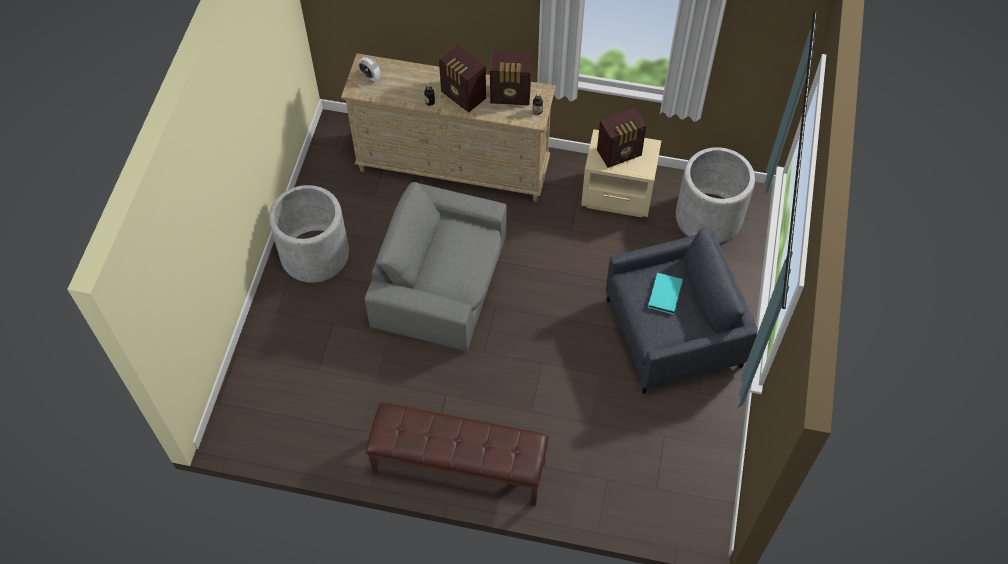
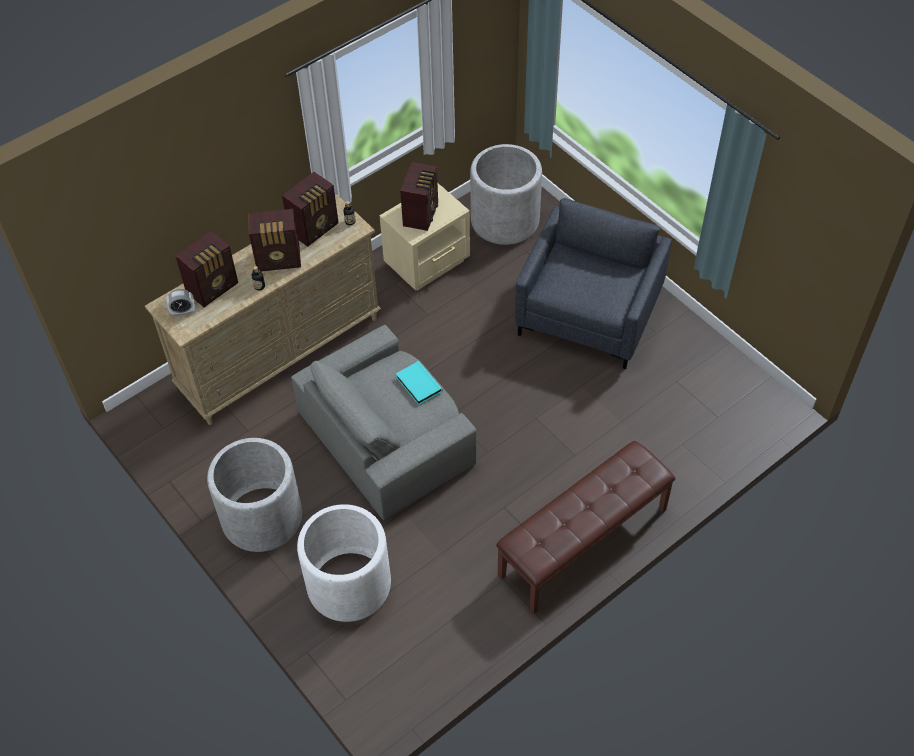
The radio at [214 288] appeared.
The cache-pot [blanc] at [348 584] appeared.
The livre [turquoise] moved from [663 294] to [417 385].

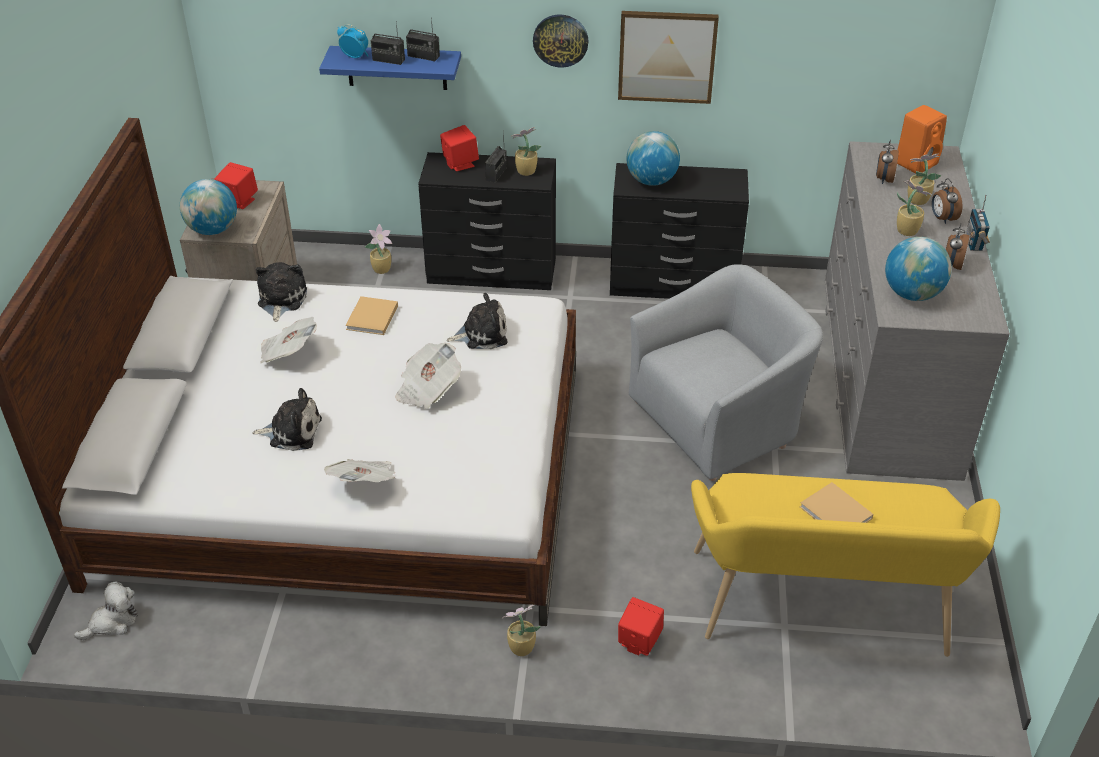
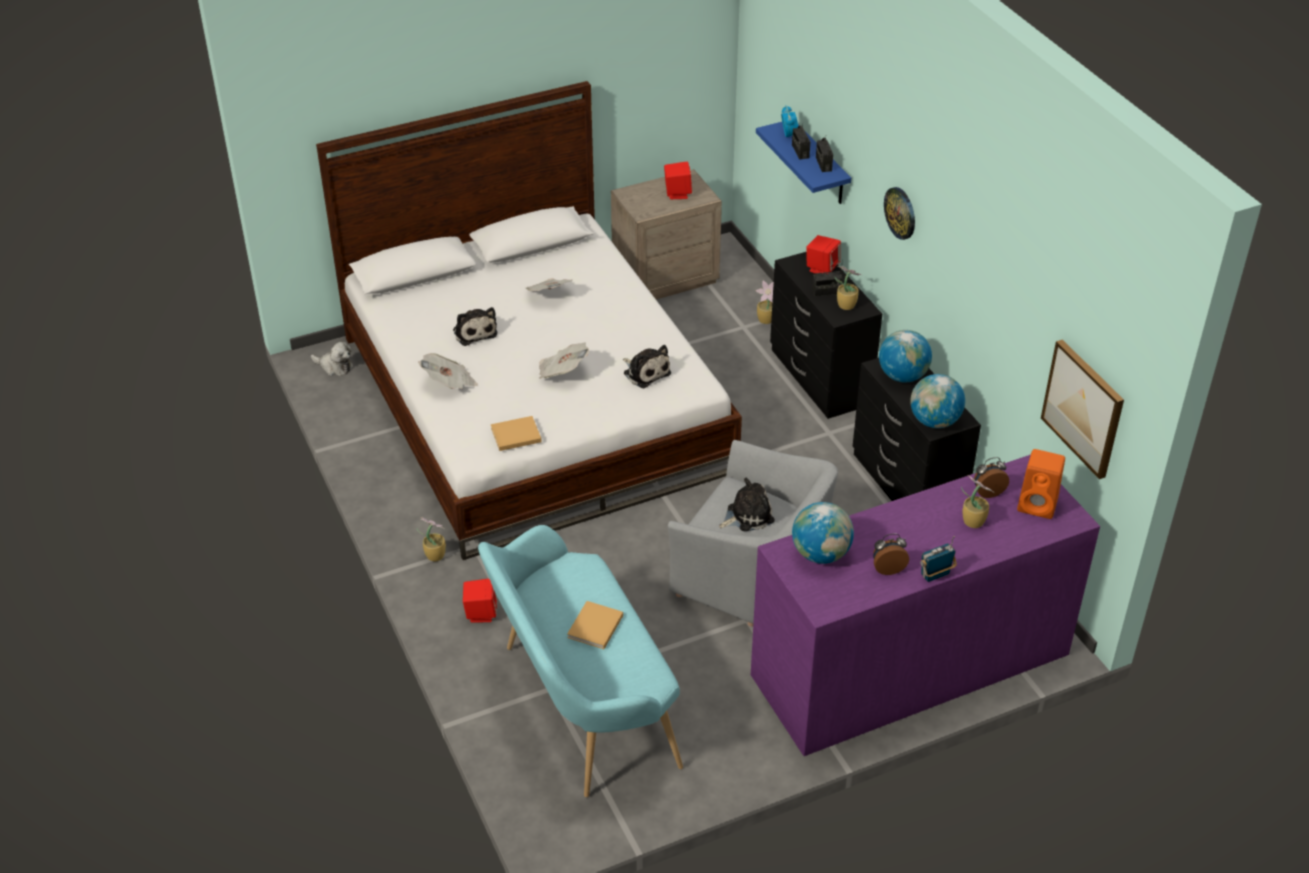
The banc [jaune] at [822 612] became the banc [turquoise] at [580 706].
The livre [beige] moved from [371 318] to [514 435].
The peluche moved from [281 300] to [747 515].
The commode [gris] at [888 372] became the commode [violet] at [910 664].
The globe moved from [213 230] to [934 421].
The tableau moved from [667 56] to [1083 408].
The plante en pot at [906 230] disappeared.
The réveil at [942 218] disappeared.

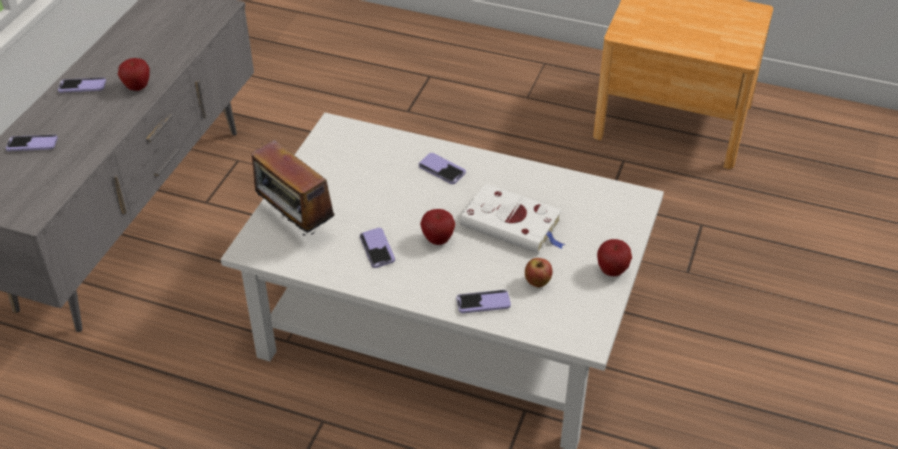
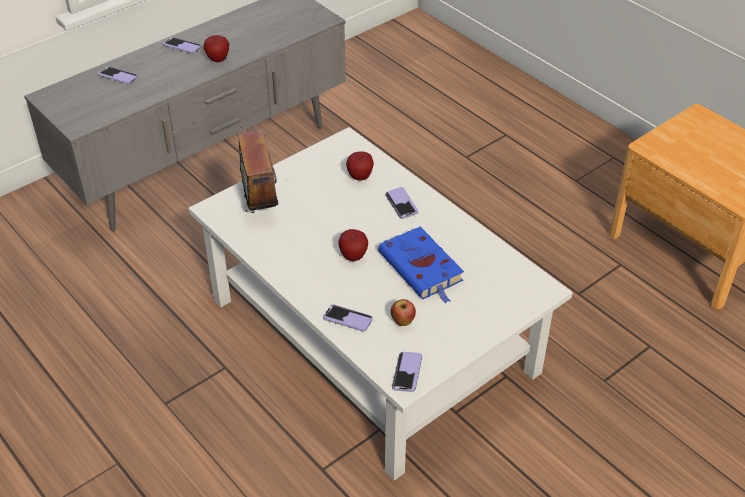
The pomme moved from [612 271] to [360 177].
The livre [blanc] at [513 224] became the livre [bleu] at [422 268].
The téléphone moved from [377 249] to [407 372].

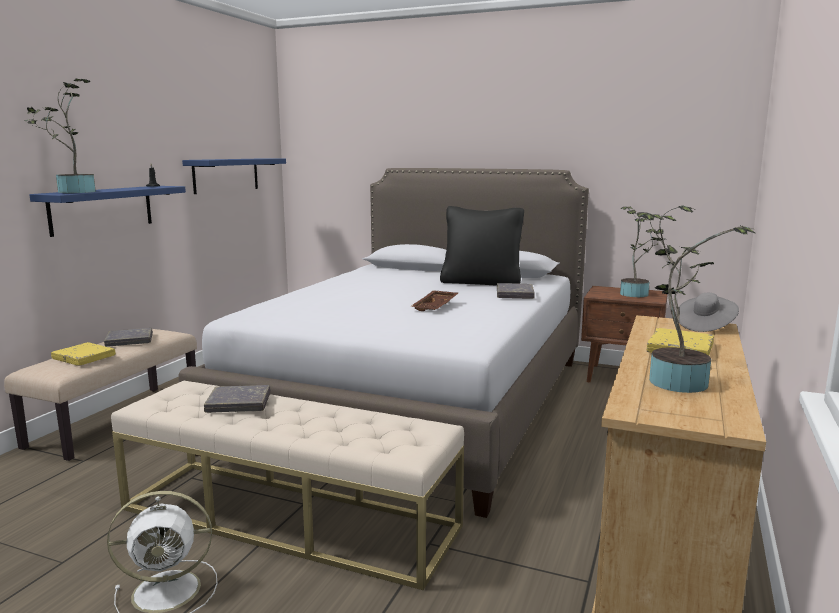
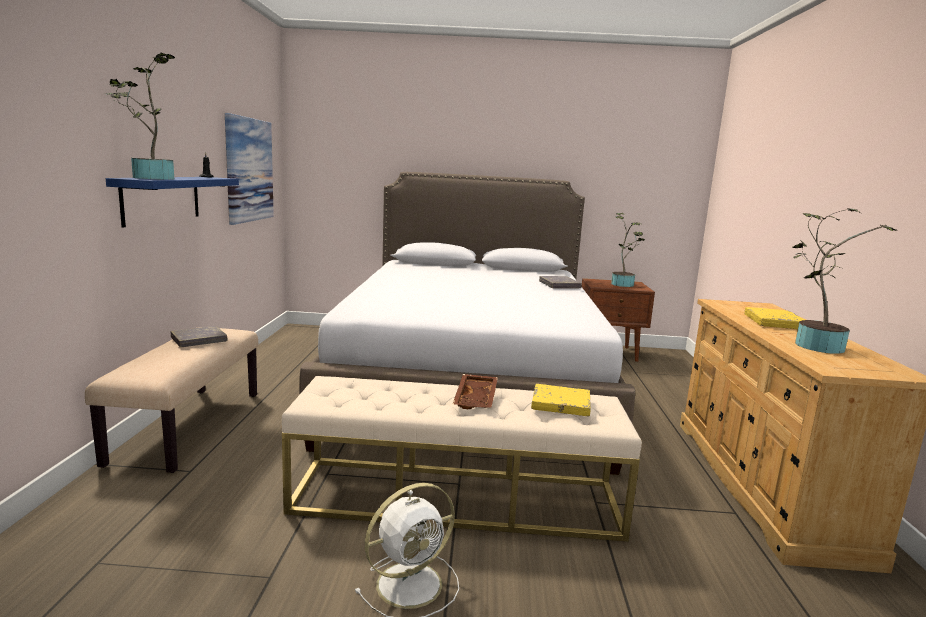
The étagère [bleu] at [226 175] was replaced by the tableau at [249 170].
The plateau [marron] moved from [436 307] to [477 399].
The livre [jaune] moved from [84 357] to [560 404].
The livre [gris] at [238 403] disappeared.
The coussin [noir] at [481 282] disappeared.
The chapeau [gris] at [705 326] disappeared.

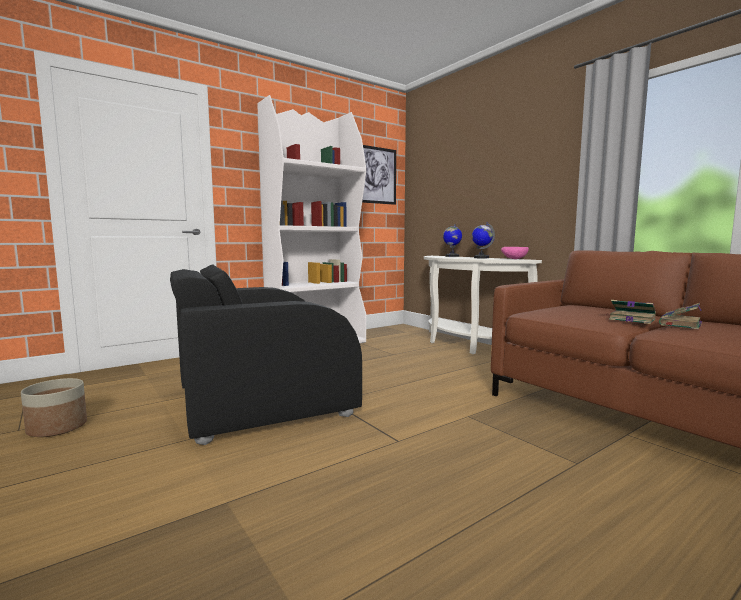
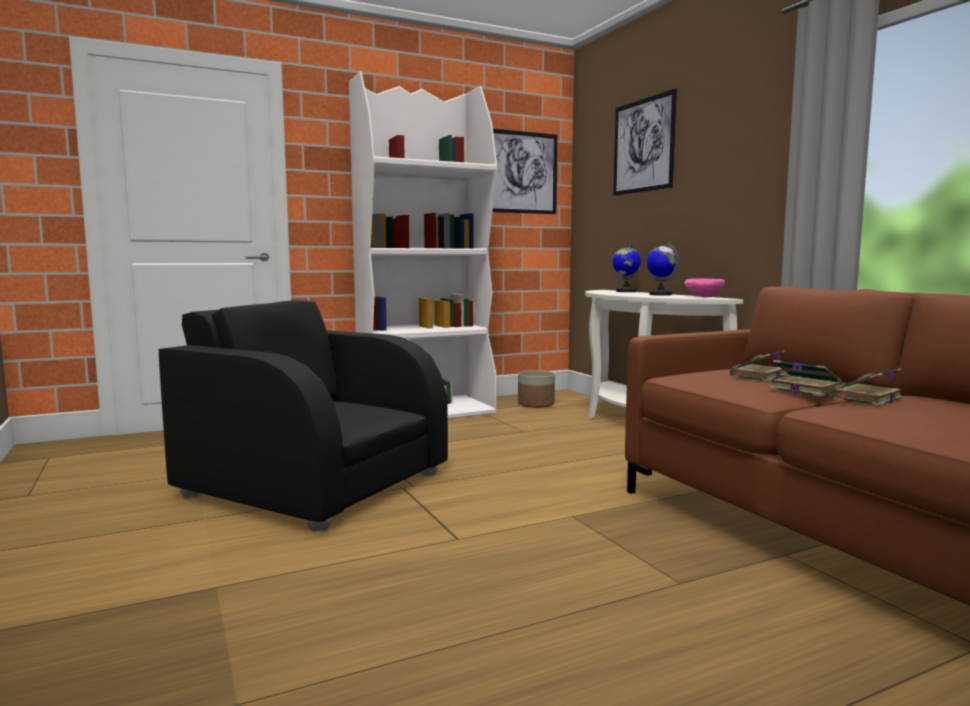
The fauteuil [noir] at [262 403] turned 45 degrees clockwise.
The cache-pot moved from [58 427] to [536 404].
The tableau at [643 145] appeared.
The livre at [758 376] appeared.

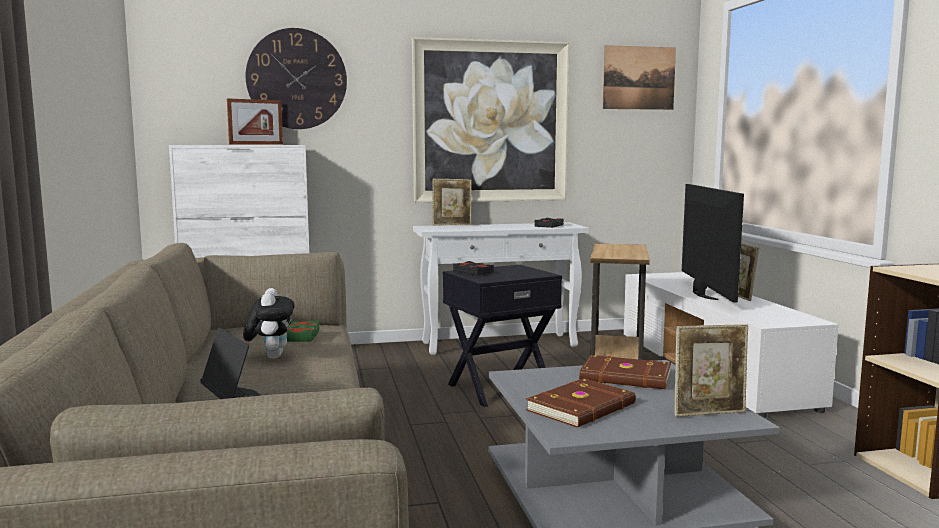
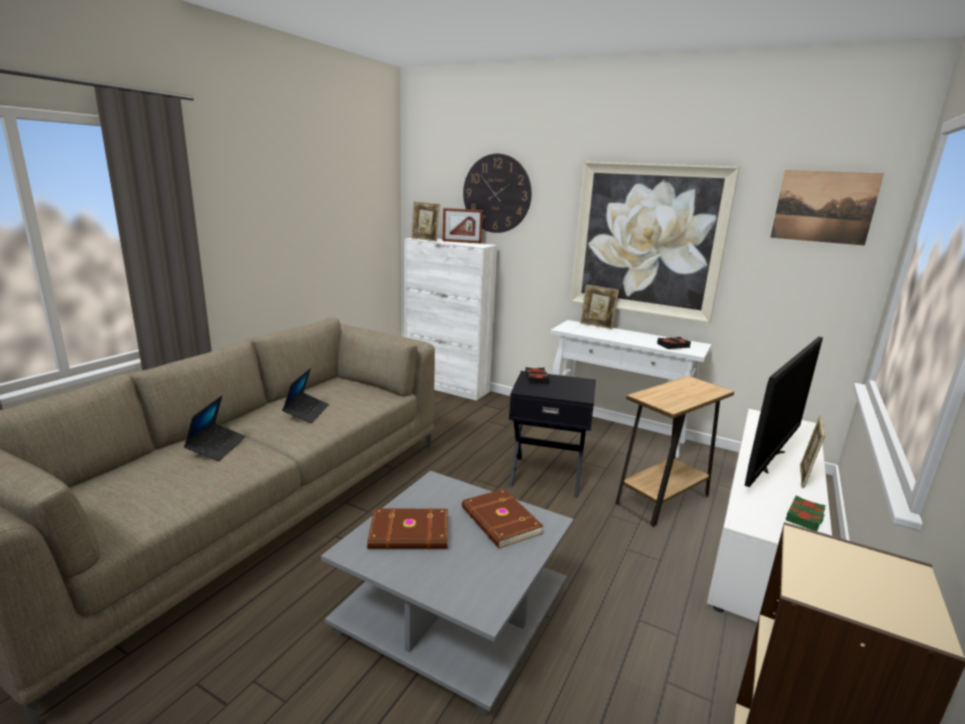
The peluche at [271 356] was replaced by the ordinateur portable at [306 412].
The cadre photo moved from [709 413] to [425 240].
The livre [vert] moved from [301 336] to [805 517].

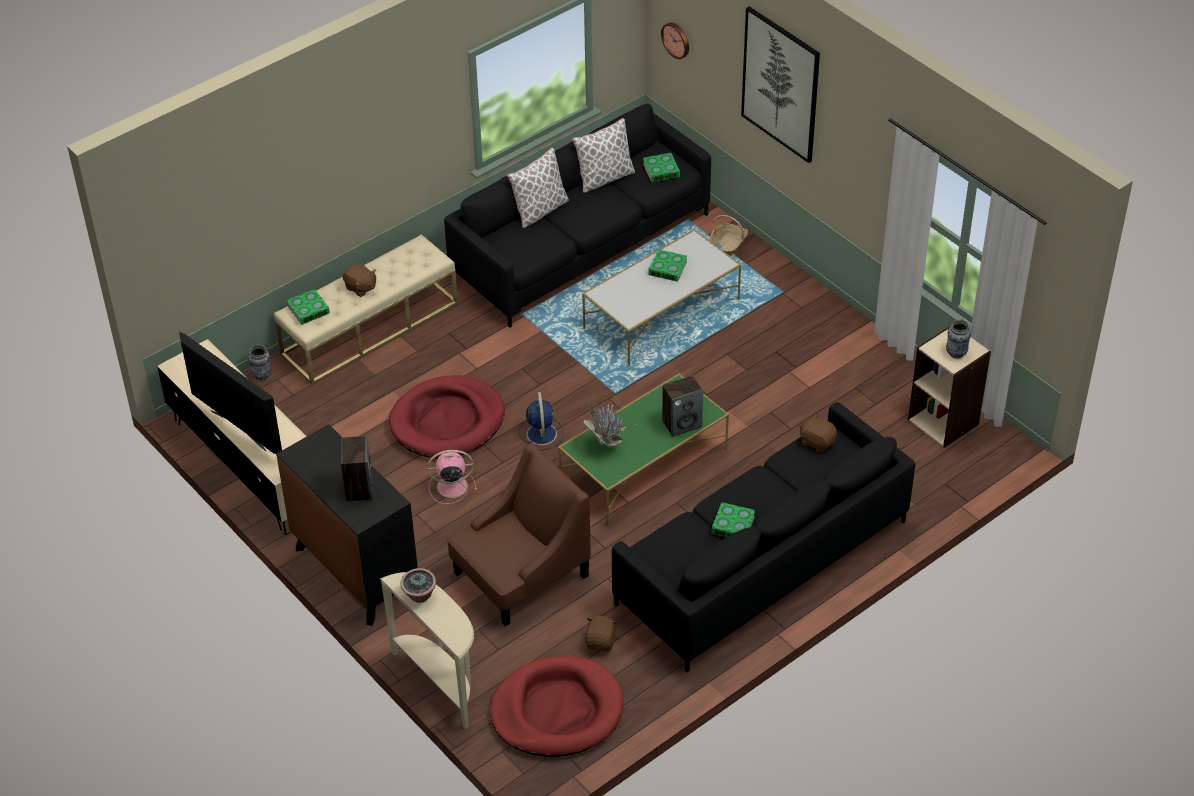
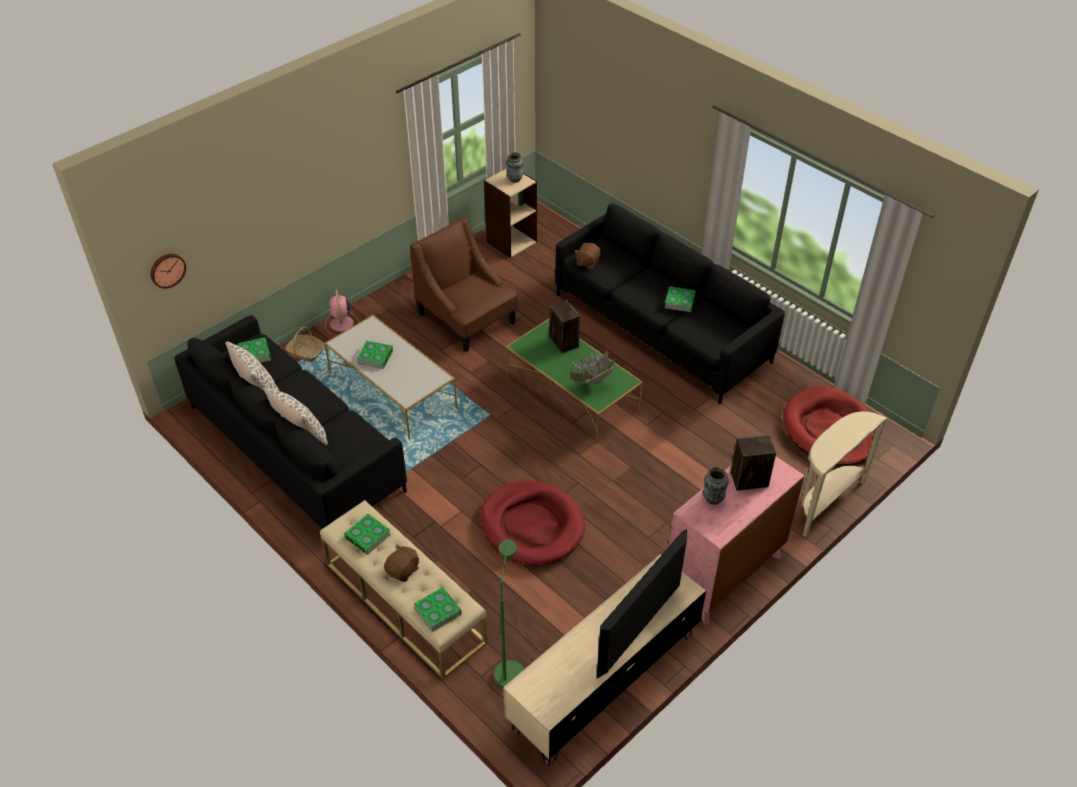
The ventilateur [rose] moved from [450 486] to [342 324].
The livre at [367 536] appeared.
The fauteuil [marron] moved from [521 575] to [467 318].
The lampadaire [vert] at [509 668] appeared.
The commode [noir] at [355 572] became the commode [rose] at [723 574].
The vase moved from [262 376] to [713 499].
The plante en pot at [419 596] disappeared.
The ventilateur [bleu] at [541 433] disappeared.
The peluche [marron] at [601 642] disappeared.
The tableau at [780 84] disappeared.

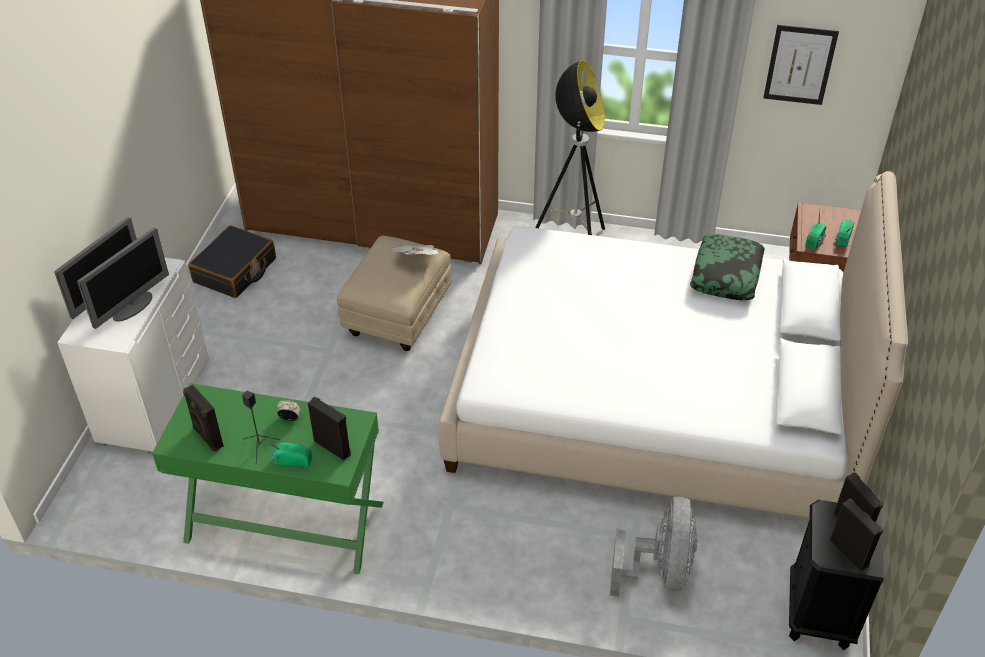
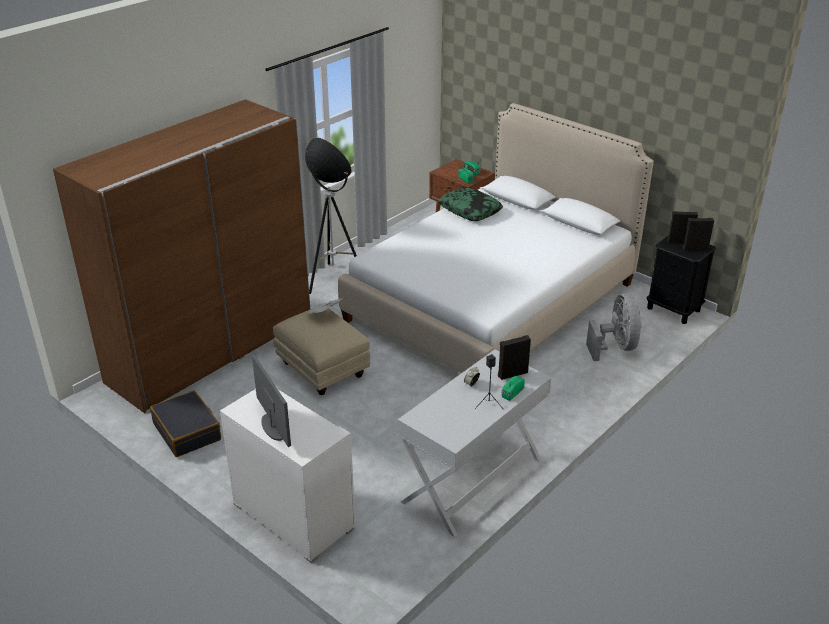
The table console [vert] at [284 522] became the table console [blanc] at [473 481].
The ventilateur [gris] at [659 571] turned 45 degrees clockwise.
The écran d'ordinateur at [133 306] disappeared.
The enceinte [noir] at [207 438] disappeared.
The tableau at [800 65] disappeared.

